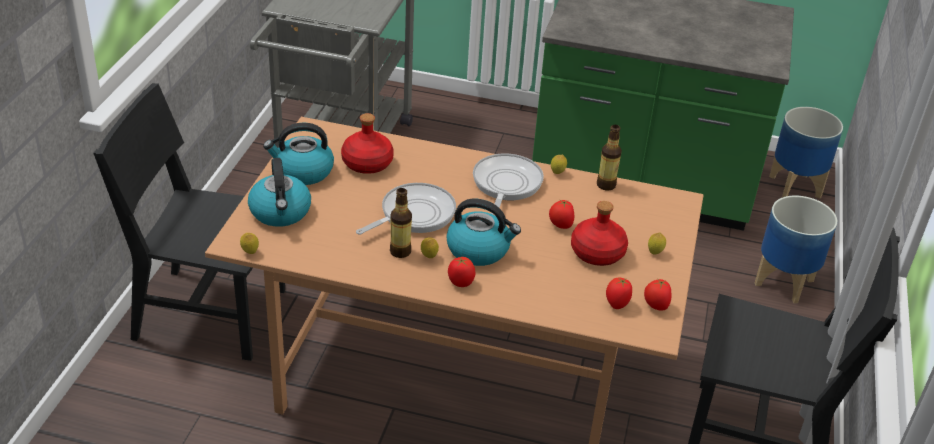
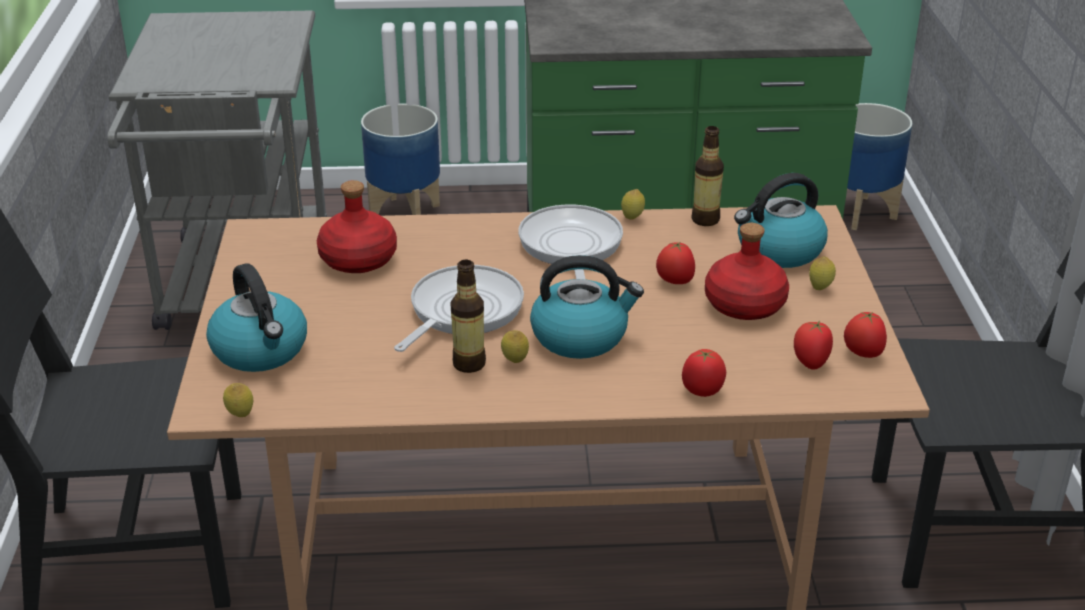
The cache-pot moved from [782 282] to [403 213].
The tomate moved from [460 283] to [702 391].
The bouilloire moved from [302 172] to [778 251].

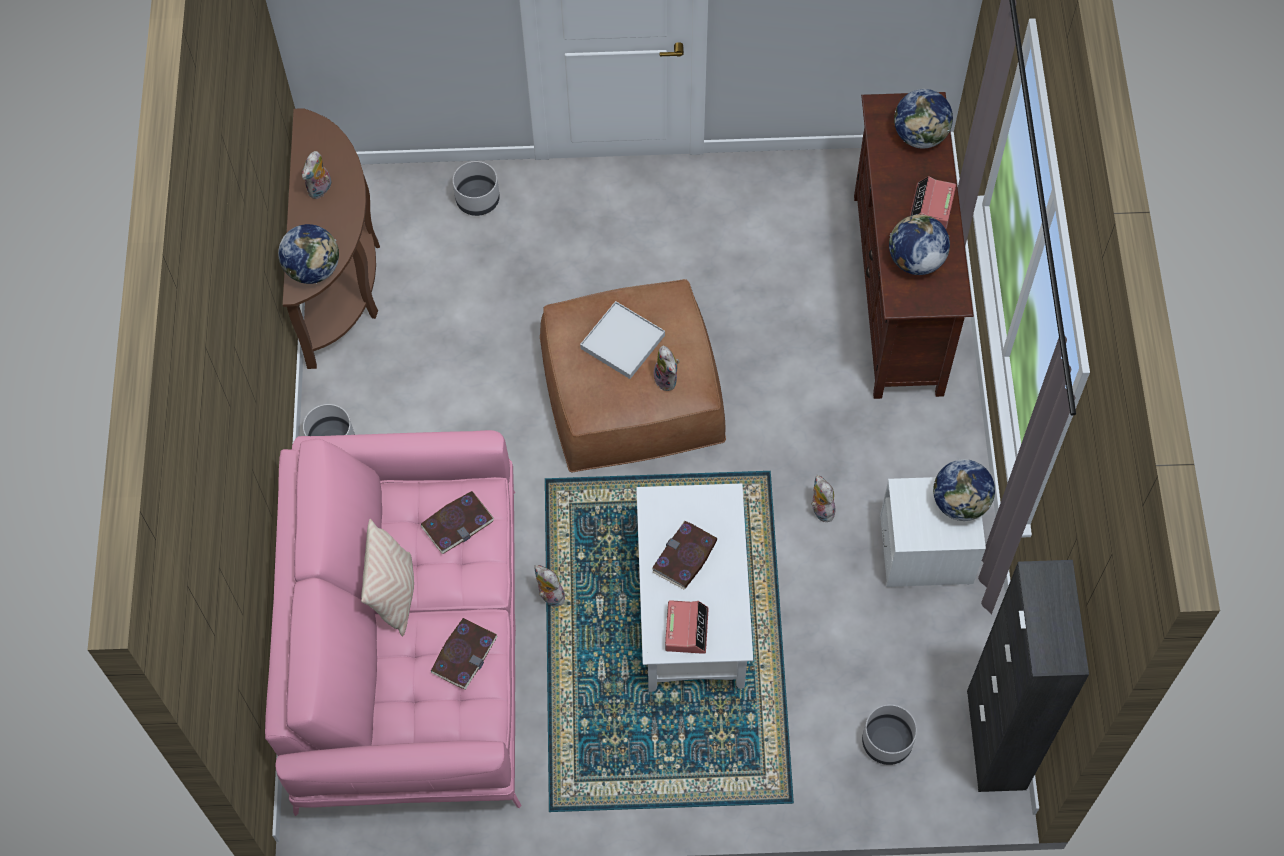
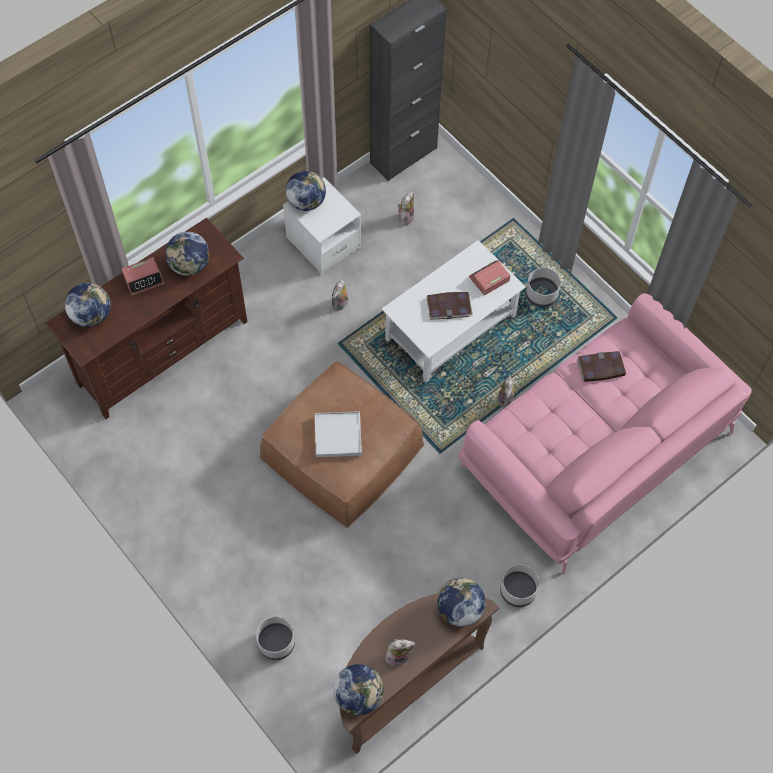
The globe at [358 695] appeared.
The peluche moved from [667 379] to [405 217].
The cache-pot [gris] moved from [886 742] to [541 295].
The coussin [beige] at [394 594] disappeared.
The livre at [457 523] disappeared.

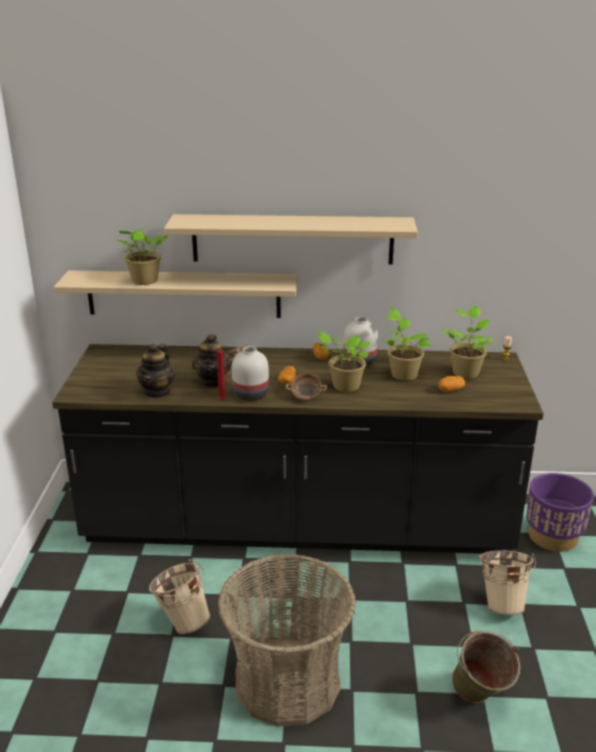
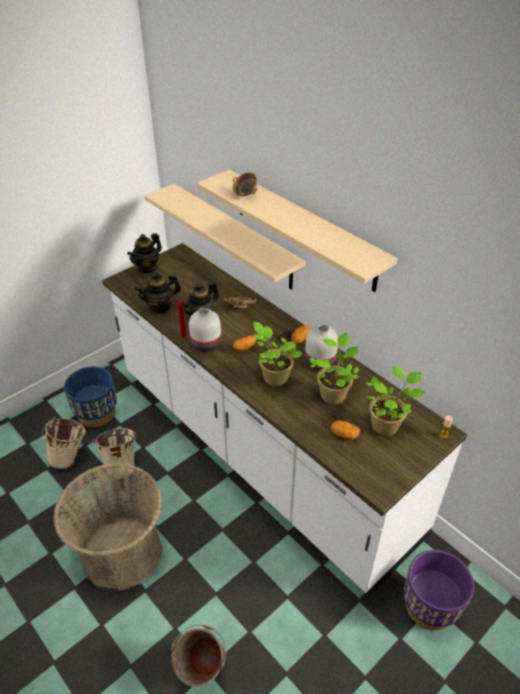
The seau [beige] moved from [502 603] to [70 457].
The cache-pot [bleu] at [97 413] appeared.
The comptoir de cuisine [noir] at [298 525] became the comptoir de cuisine [blanc] at [260 450].
The théière at [147 268] appeared.
The bol moved from [306 397] to [245 194].
The plante en pot at [143 281] disappeared.

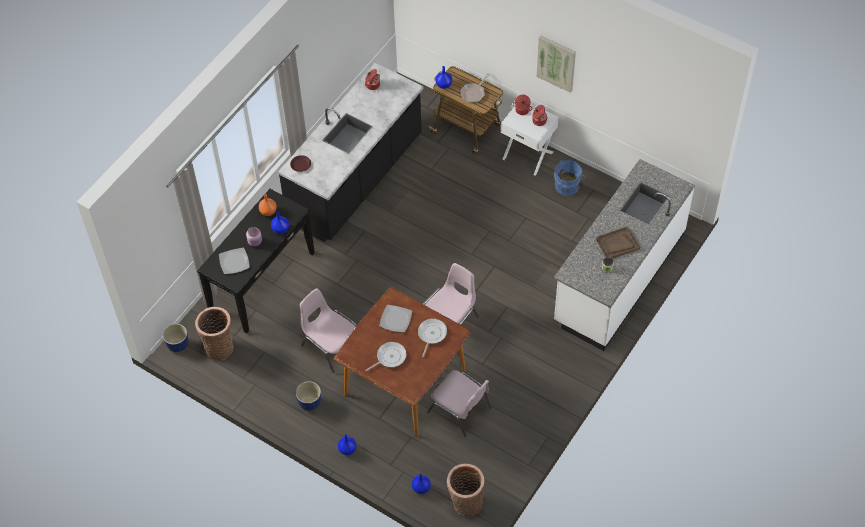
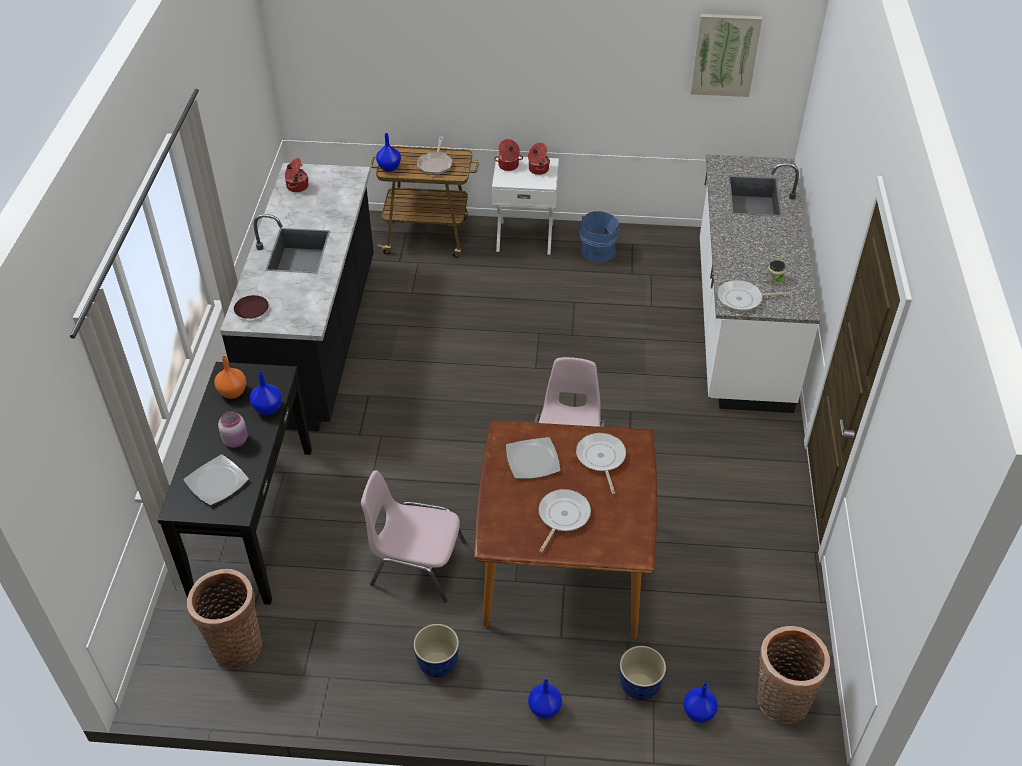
The cache-pot moved from [177 345] to [639 687].
The tableau moved from [556 63] to [725 54].
The poêle at [742 299] appeared.
The chaise [rose] at [460 410] disappeared.
The plateau [marron] at [617 244] disappeared.

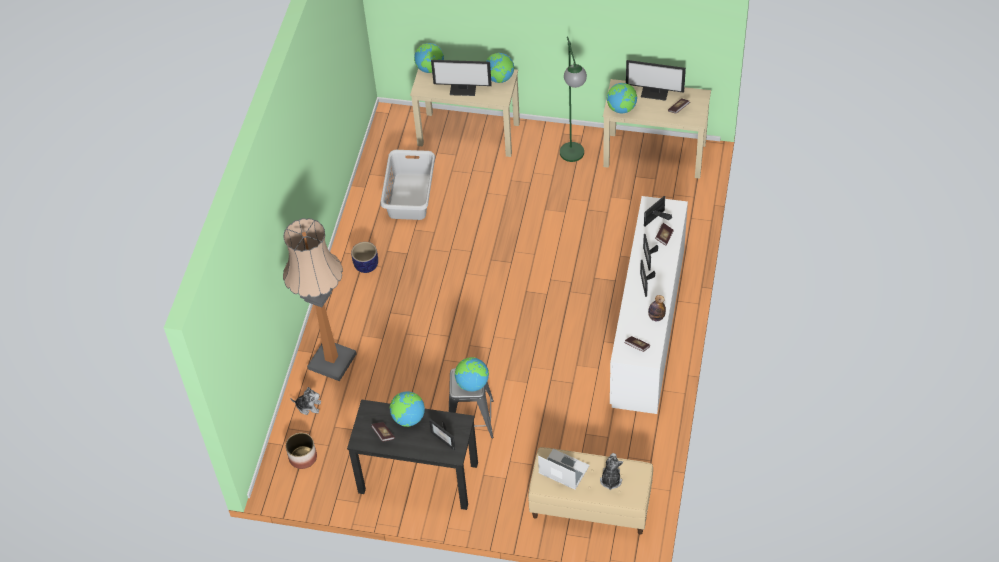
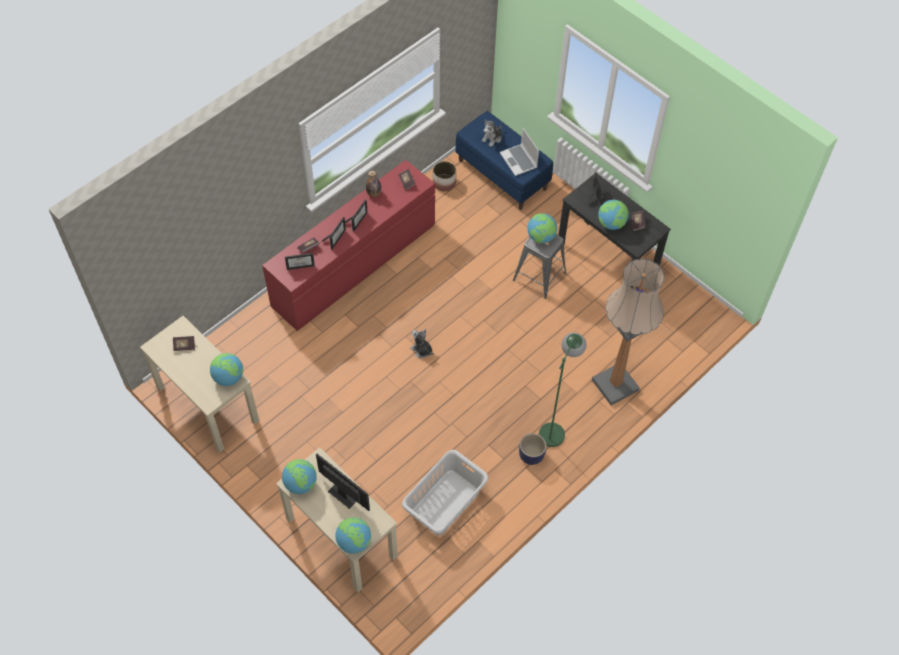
The commode [blanc] at [648 325] became the commode [rouge] at [354 265].
The peluche moved from [308 406] to [421 350].
The cache-pot moved from [302 457] to [444 183].
The banc [beige] at [590 505] became the banc [bleu] at [503 174].
The lampadaire [vert] moved from [573 159] to [555 427].
The écran d'ordinateur at [655 93] disappeared.

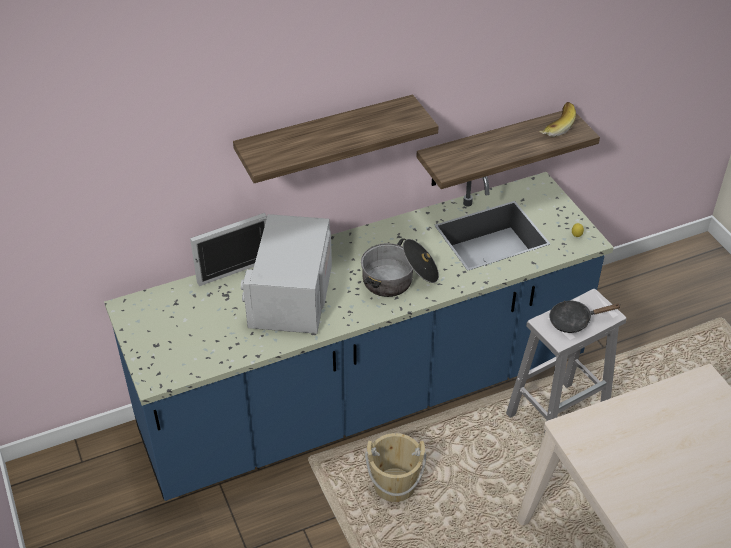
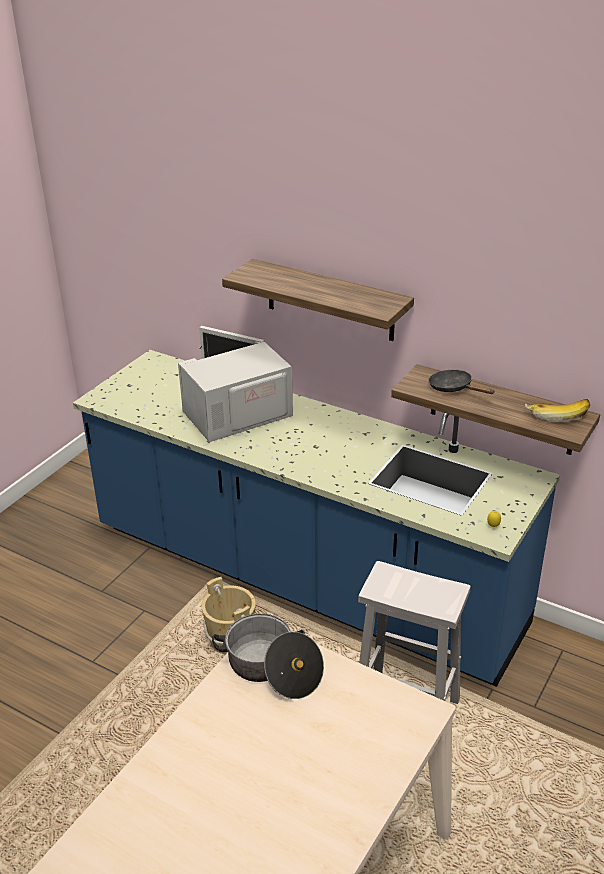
The marmite moved from [399 279] to [272 669].
The poêle [noir] moved from [574 321] to [454 388].

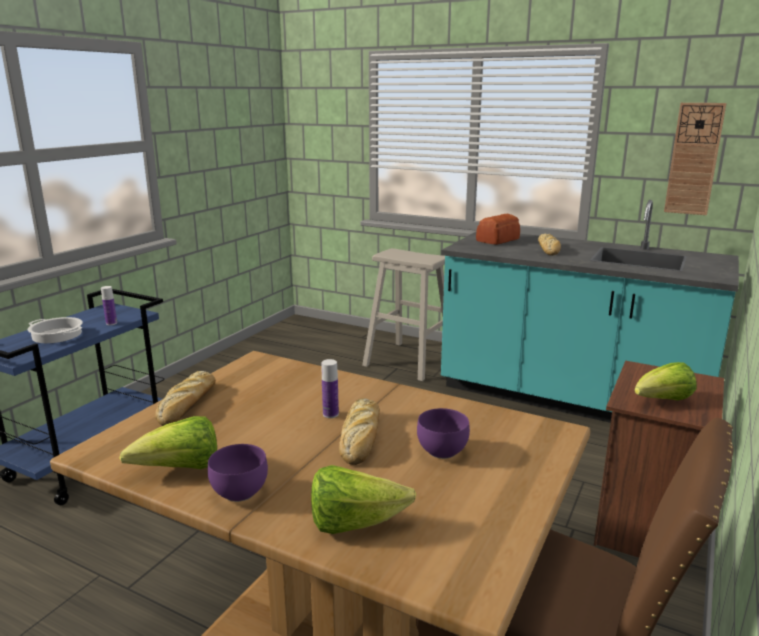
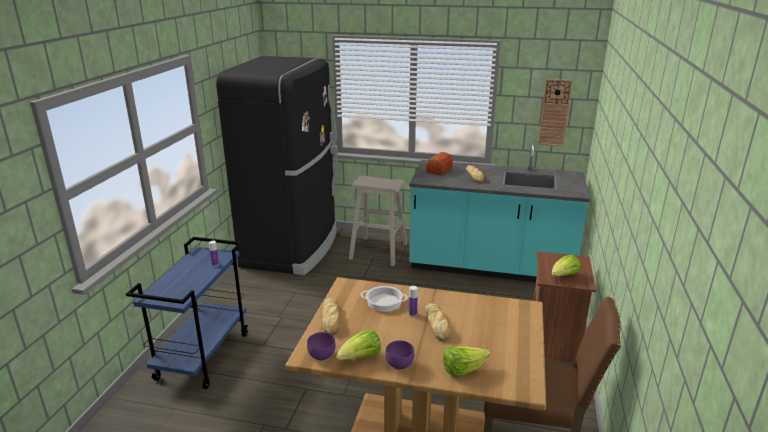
The réfrigérateur [noir] at [292 247] appeared.
The bol [violet] moved from [441 452] to [321 356].
The marmite moved from [58 335] to [384 302].

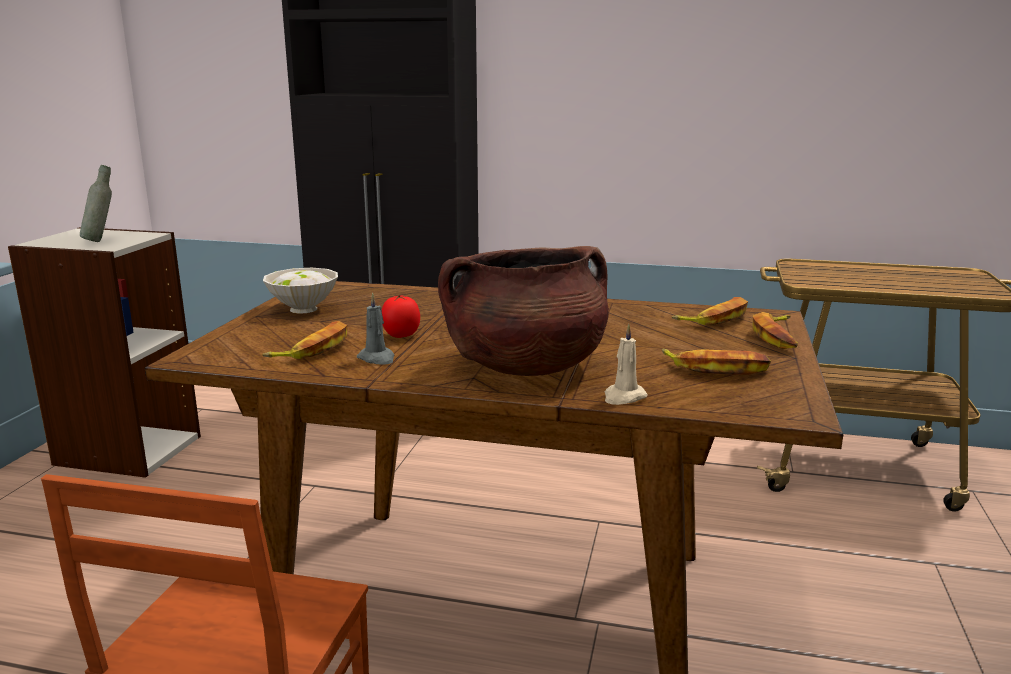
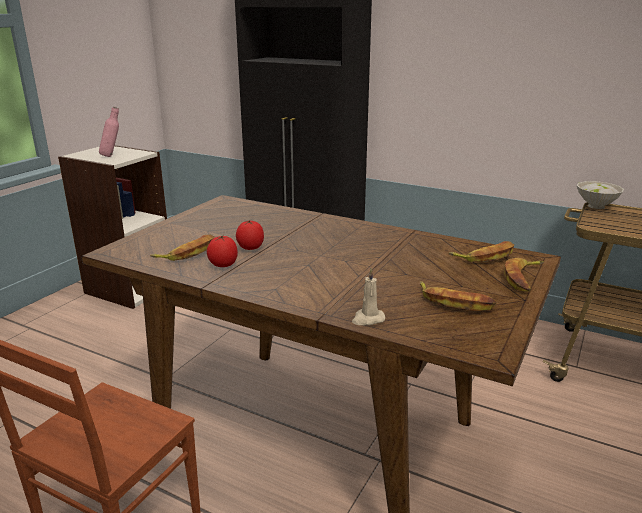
The bouteille [gris] at [101 241] became the bouteille [rose] at [112 156].
The bougie [gris] at [377 359] was replaced by the tomate at [223 265].
The bol [blanc] moved from [305 309] to [596 206].
The marmite [marron] at [525 367] disappeared.

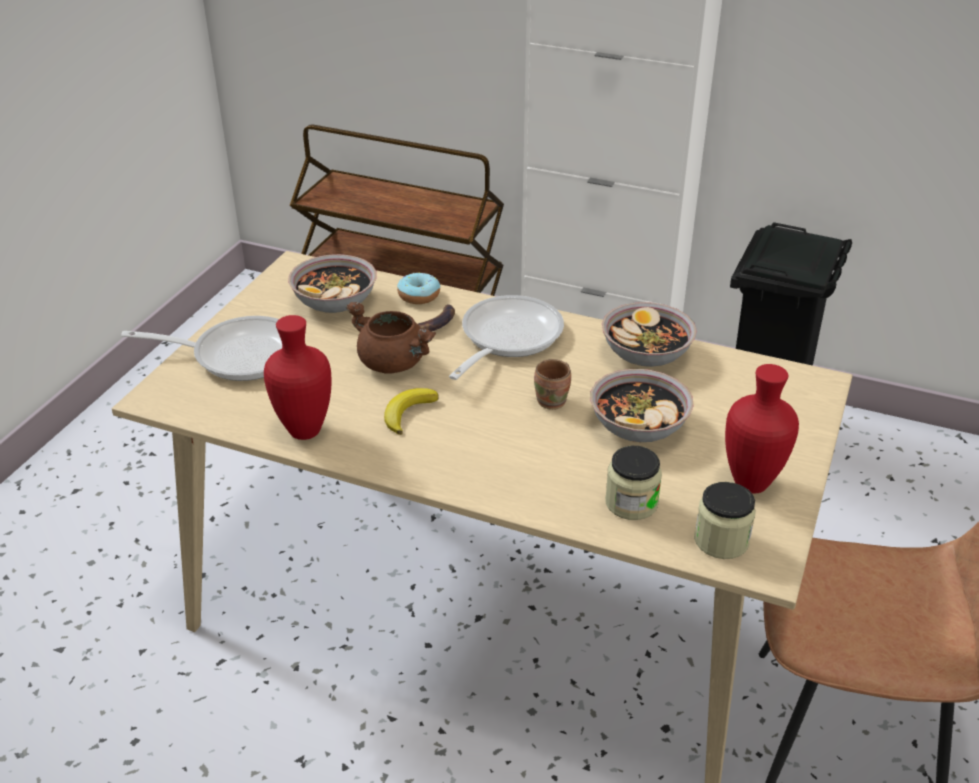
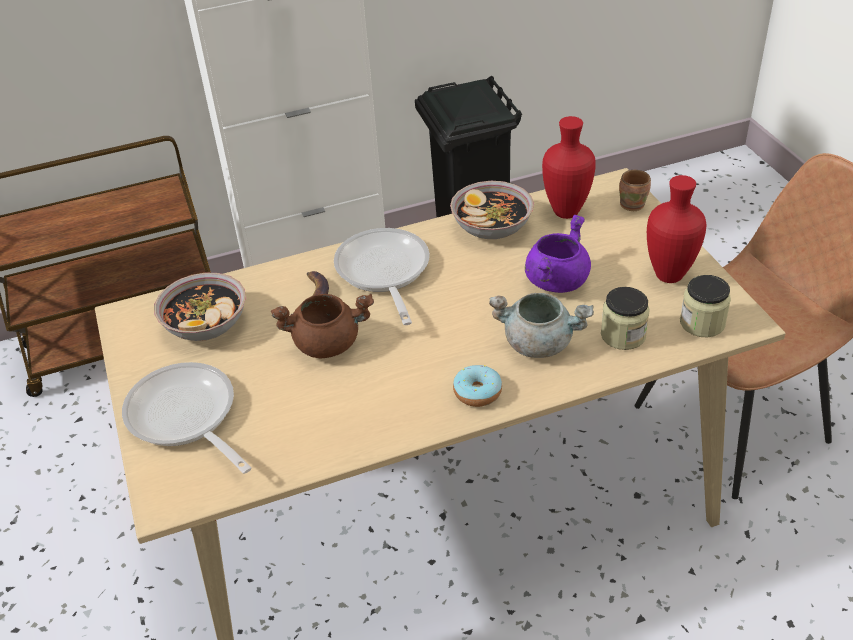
The poêle at [237 354] turned 90 degrees counterclockwise.
The beignet moved from [419 295] to [477 392].
The marmite [gris] at [539 343] appeared.
The bol at [638 425] was replaced by the marmite [violet] at [556 280].
The vase [rouge] moved from [303 432] to [566 213].
The mug [marron] moved from [554 401] to [633 204].
The banane at [408 413] disappeared.

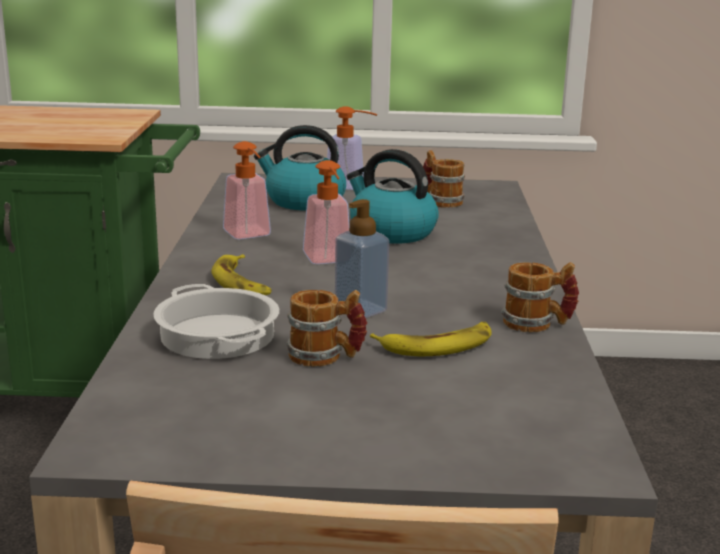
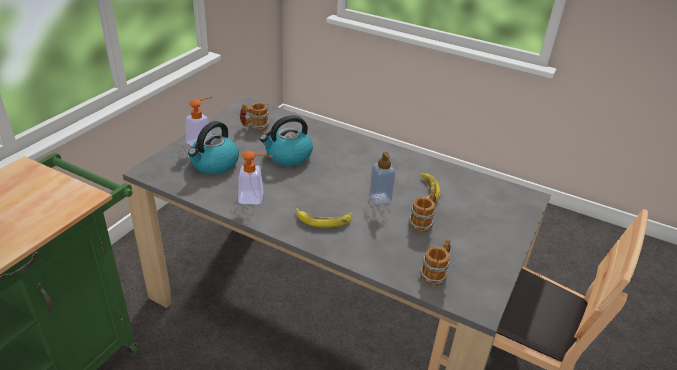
The mug moved from [537 324] to [435 273].
The marmite at [219 335] disappeared.
The distributeur de savon at [329 261] disappeared.

